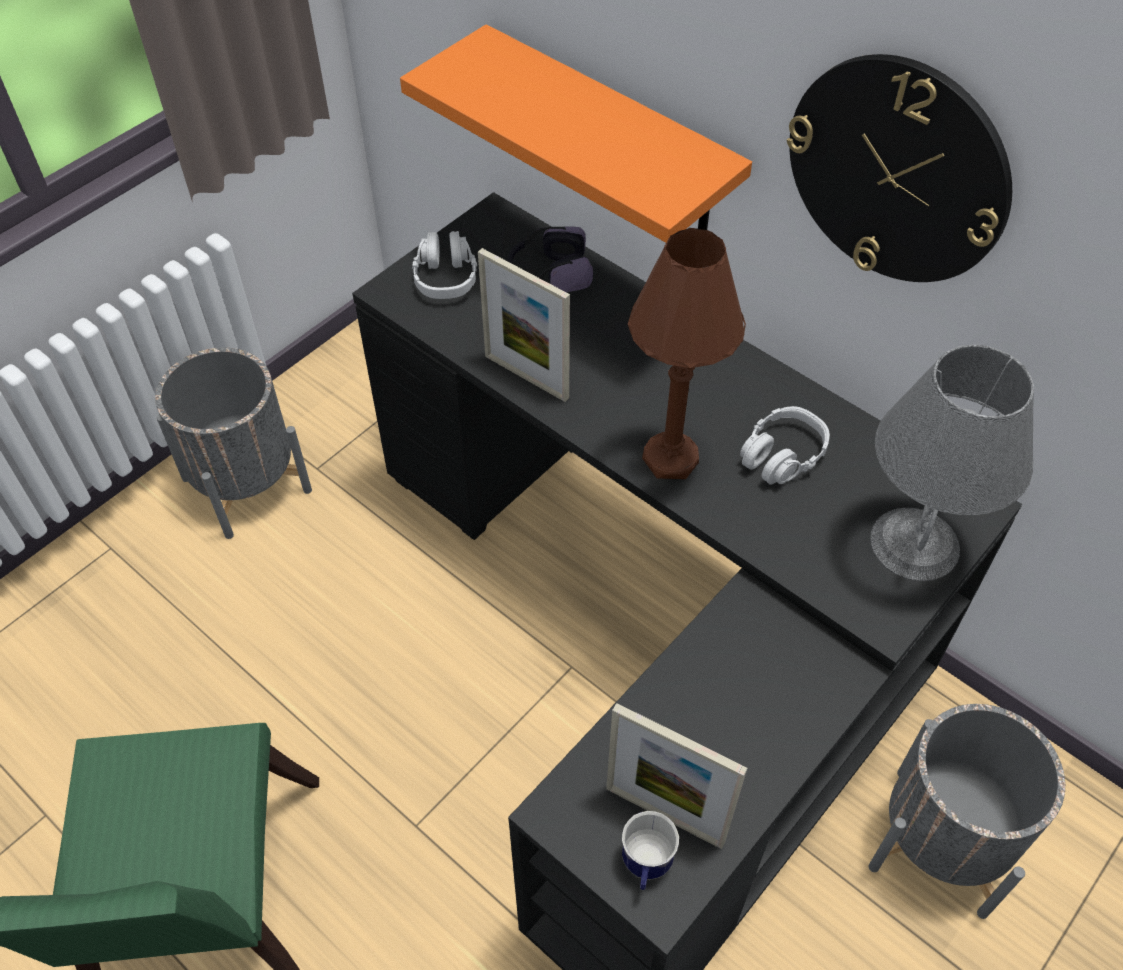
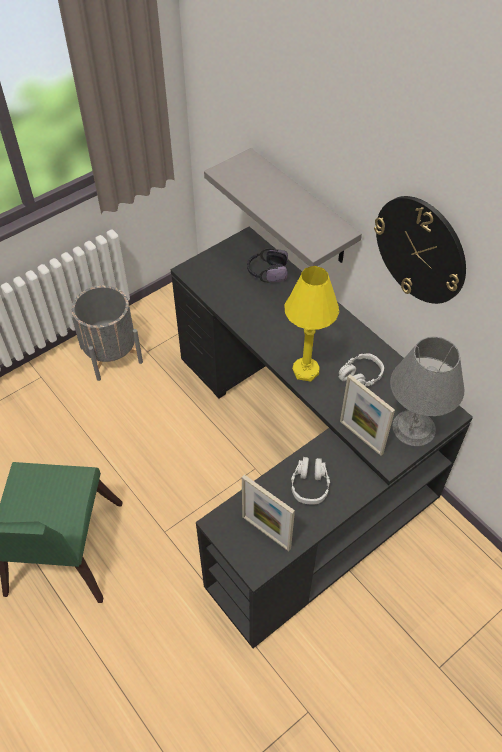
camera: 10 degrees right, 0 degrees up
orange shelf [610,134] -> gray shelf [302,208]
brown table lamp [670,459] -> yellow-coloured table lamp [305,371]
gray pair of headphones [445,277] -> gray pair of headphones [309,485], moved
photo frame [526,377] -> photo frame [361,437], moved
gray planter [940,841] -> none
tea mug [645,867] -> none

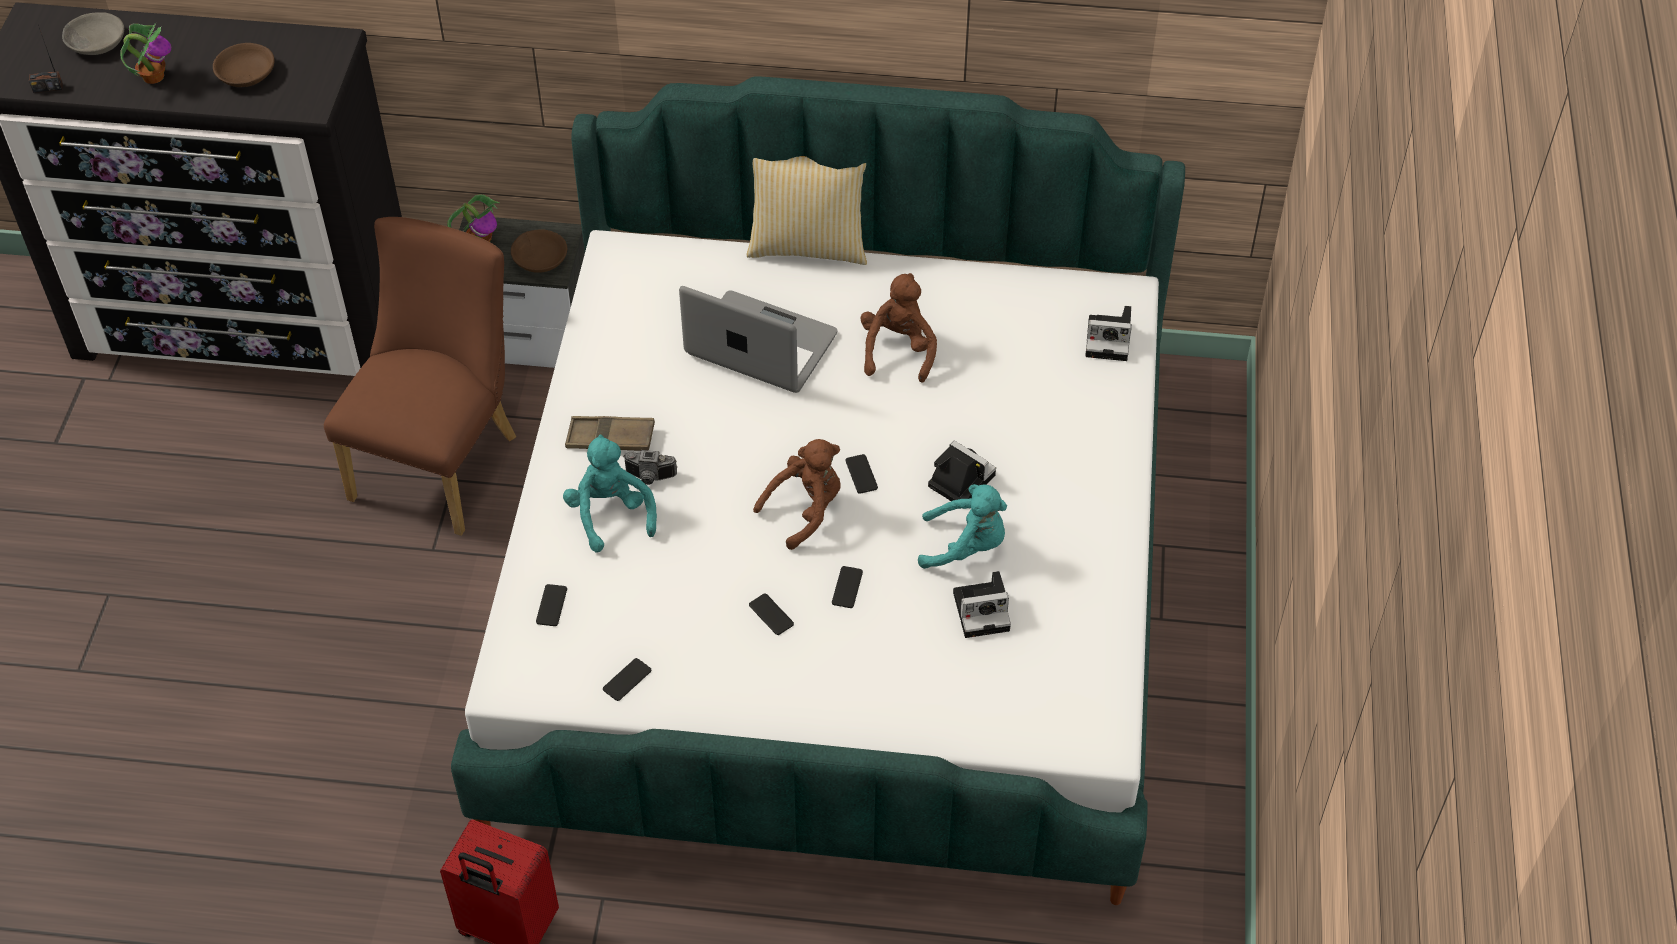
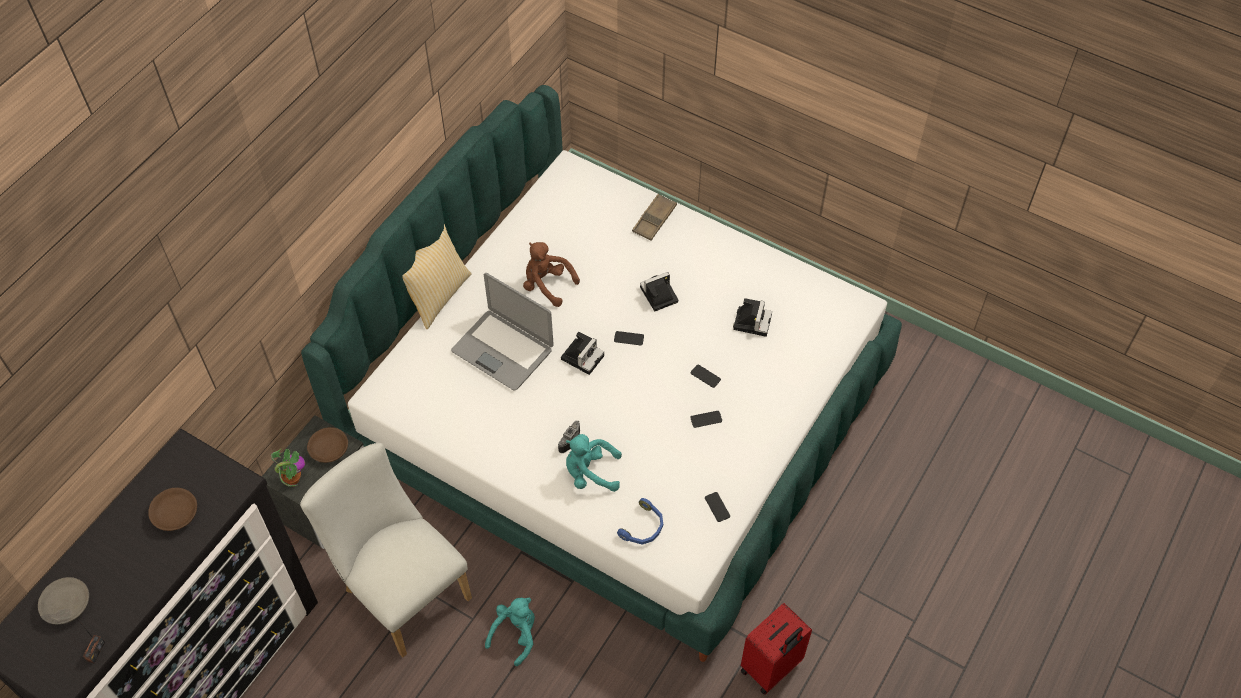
camera: 65 degrees left, 5 degrees up
potted plant [153,76] -> none
brown upright chair [442,459] -> whitish upright chair [401,589]
notebook computer [760,346] -> notebook computer [503,350], 105 degrees counterclockwise
still camera [1110,339] -> still camera [583,356], moved
brown tray [610,438] -> brown tray [654,220], moved
brown cuddly toy [805,510] -> none
turquoise-coloured cuddly toy [966,546] -> turquoise-coloured cuddly toy [516,634], moved
telephone [551,605] -> blue pair of headphones [643,527]

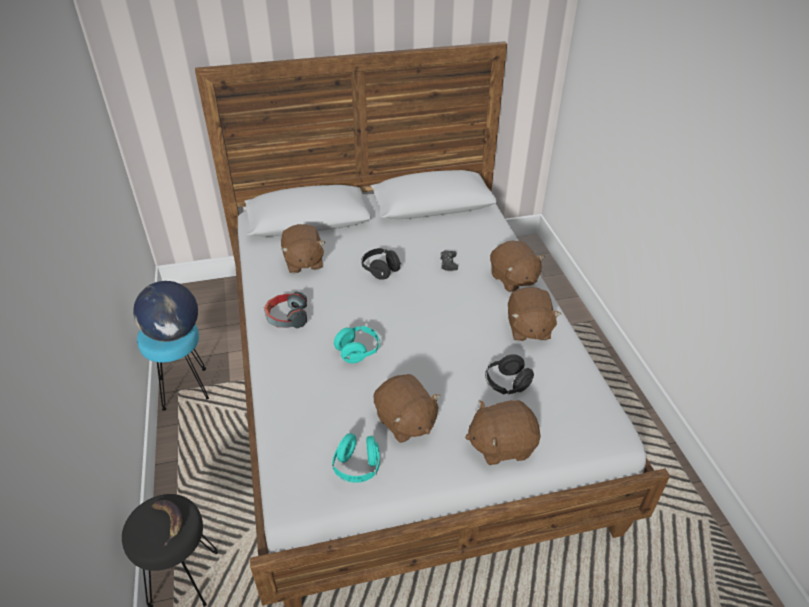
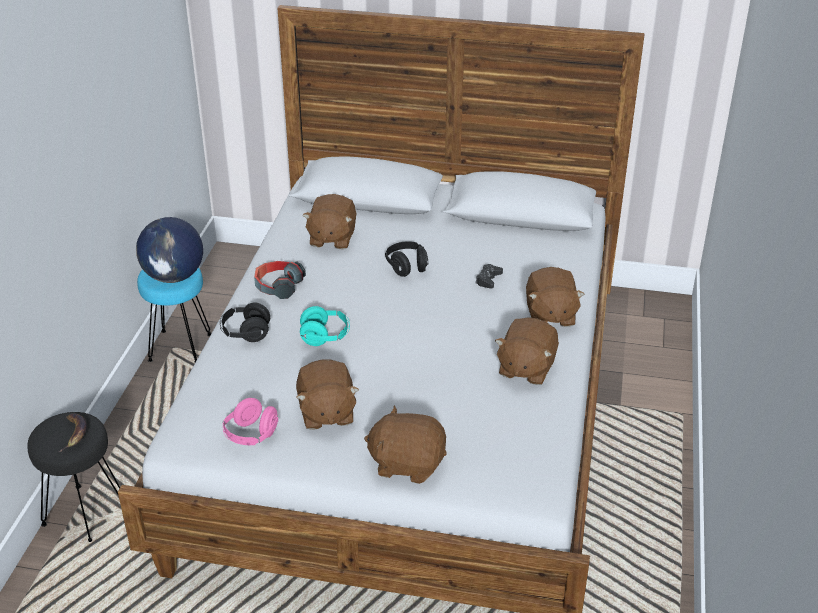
camera: 25 degrees right, 5 degrees down
black pair of headphones [507,384] -> black pair of headphones [246,333], moved
turquoise-coloured pair of headphones [357,467] -> pink-coloured pair of headphones [251,435]

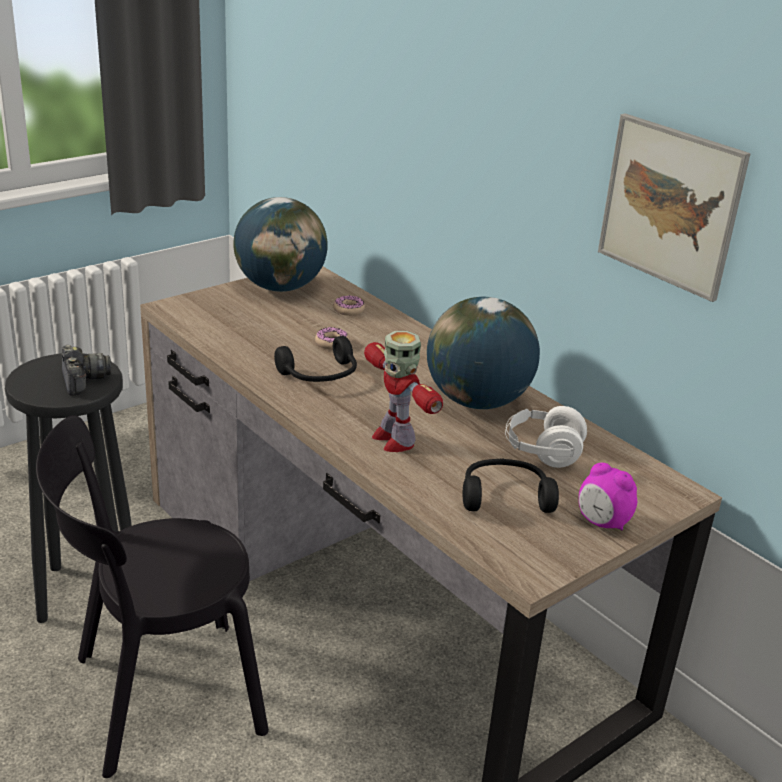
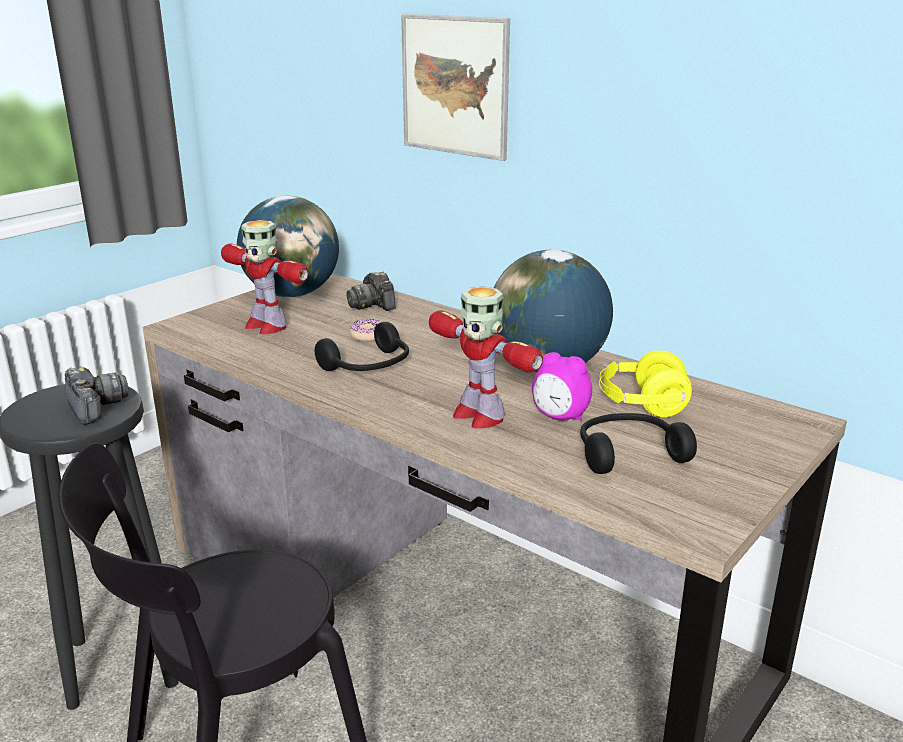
camera: 10 degrees left, 5 degrees down
wall art [670,205] -> wall art [455,86], moved
ring doughnut [348,310] -> still camera [372,305]
whitish pair of headphones [542,452] -> yellow-coloured pair of headphones [641,405]
bedside clock [602,523] -> bedside clock [560,417], moved
none -> toy robot [266,326]

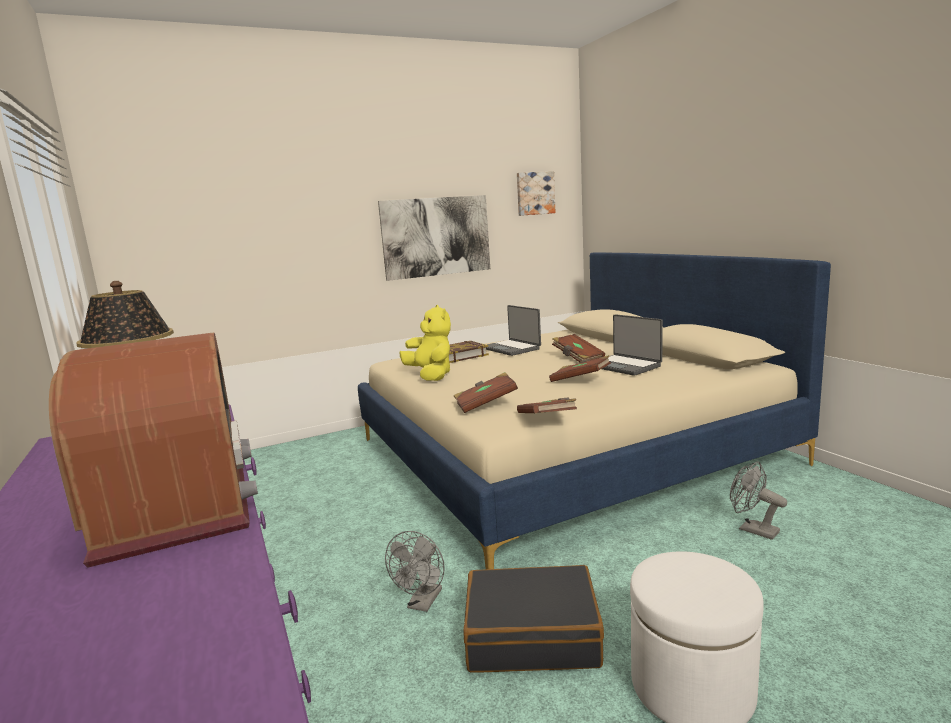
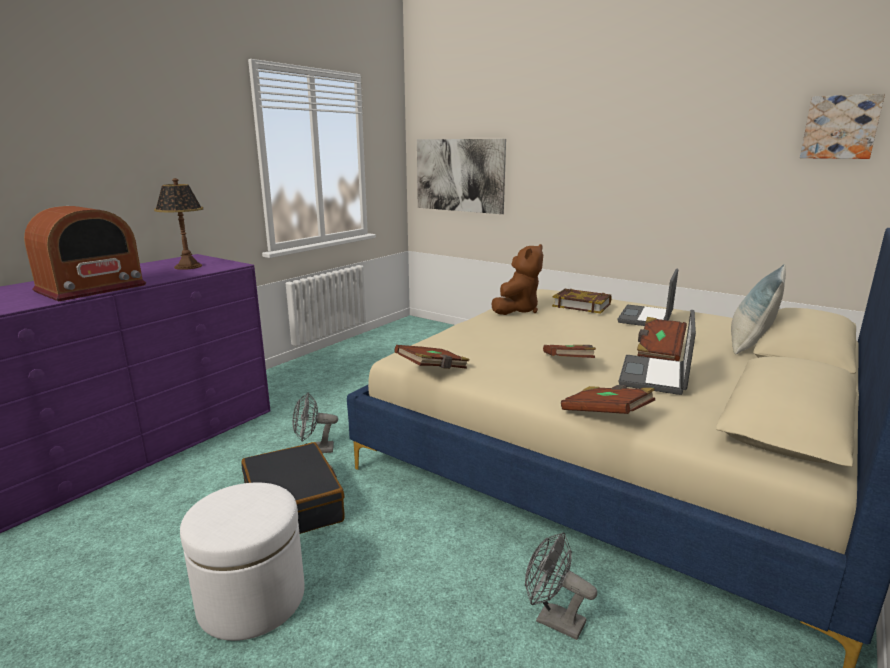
camera: 60 degrees right, 5 degrees up
wall art [436,236] -> wall art [459,175], moved
yellow-coloured cuddly toy [431,375] -> brown cuddly toy [516,310]
brown book [485,404] -> brown book [606,415], moved
gray fan [752,529] -> gray fan [553,620], 75 degrees counterclockwise
none -> cushion [749,345]

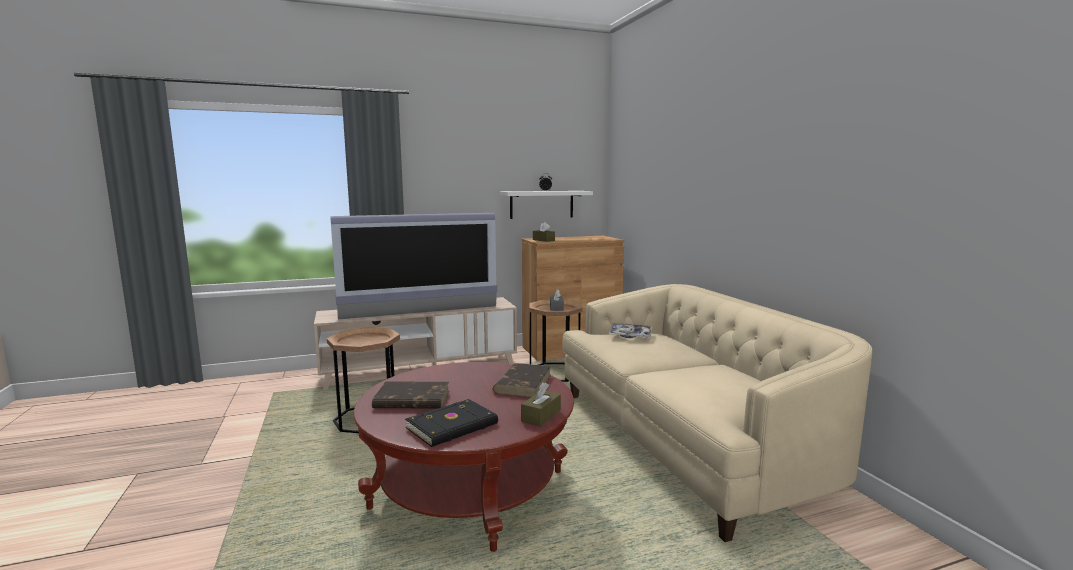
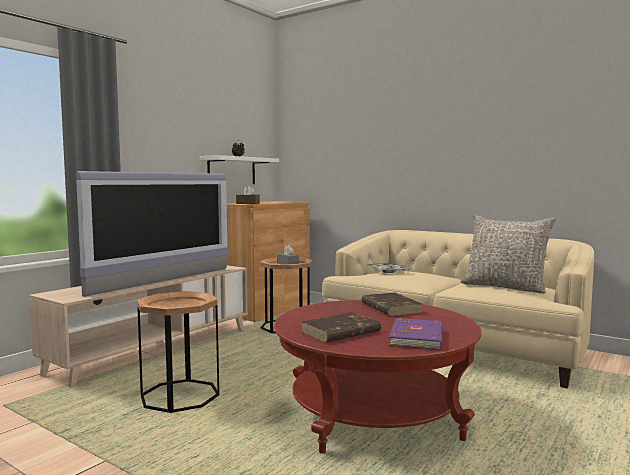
camera: 35 degrees left, 5 degrees down
brown box of tissues [541,416] -> none
black book [453,426] -> purple book [418,337]
none -> gray cushion [505,287]

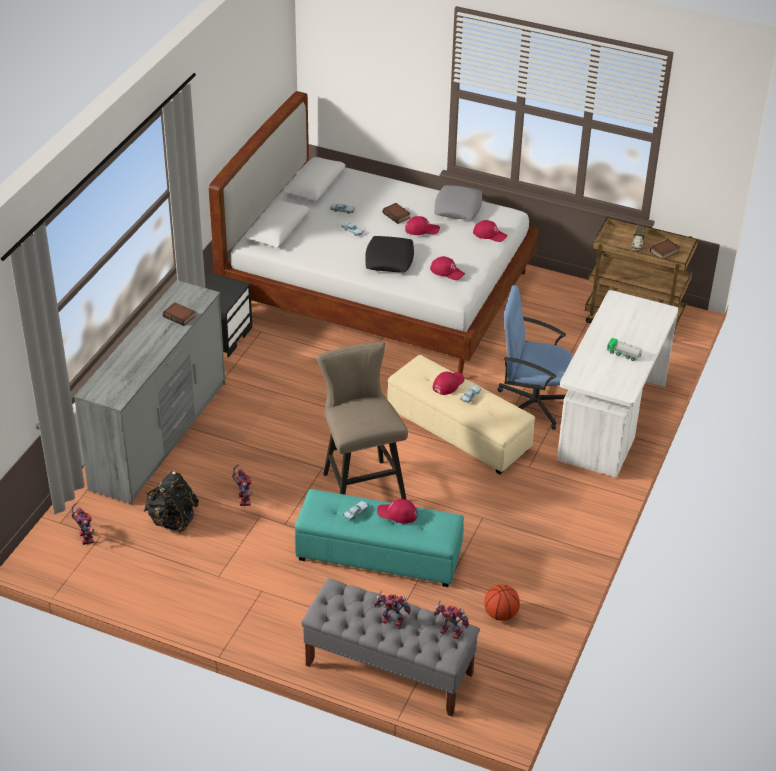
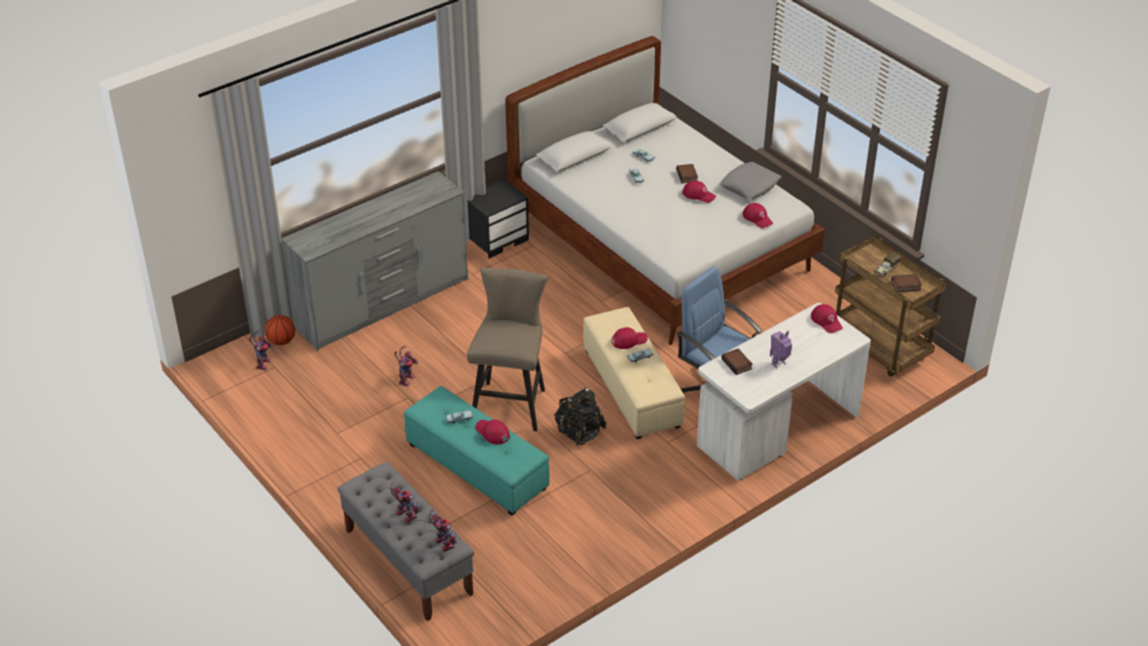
camera: 30 degrees right, 0 degrees up
black cushion [389,259] -> none
reddish cap [447,271] -> reddish cap [826,321], moved
book [180,316] -> book [737,364], moved
toy truck [623,354] -> toy robot [779,364]
black backpack [172,520] -> black backpack [579,433], moved
basketball [501,614] -> basketball [282,341], moved

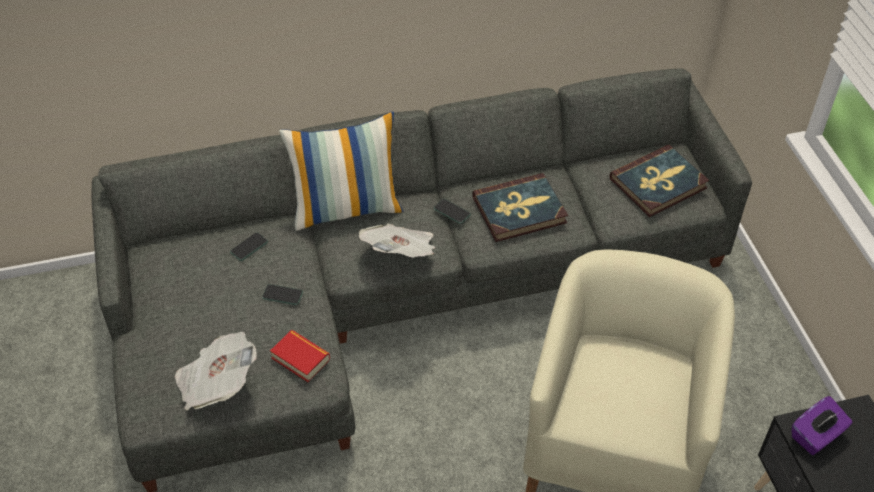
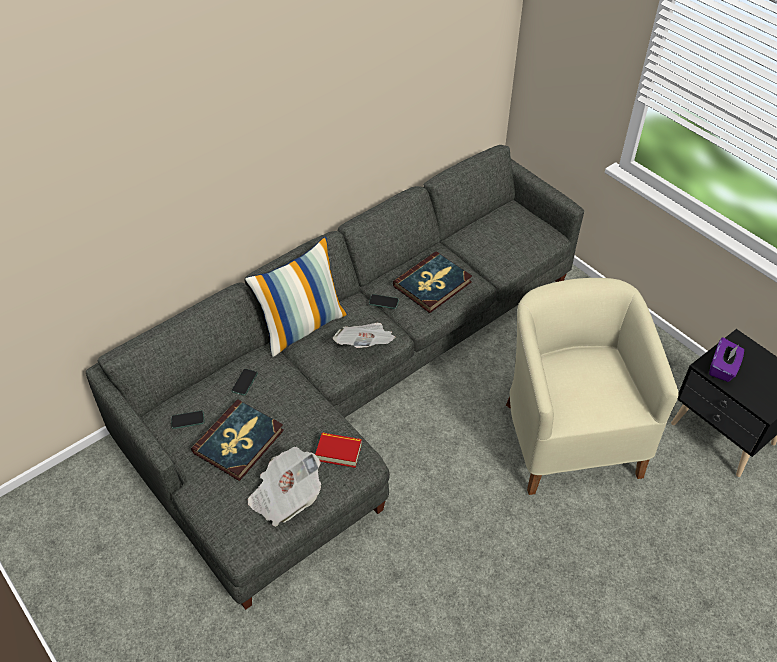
camera: 25 degrees left, 0 degrees up
book [658,184] -> book [239,442], moved
telephone [282,295] -> telephone [187,420], moved

